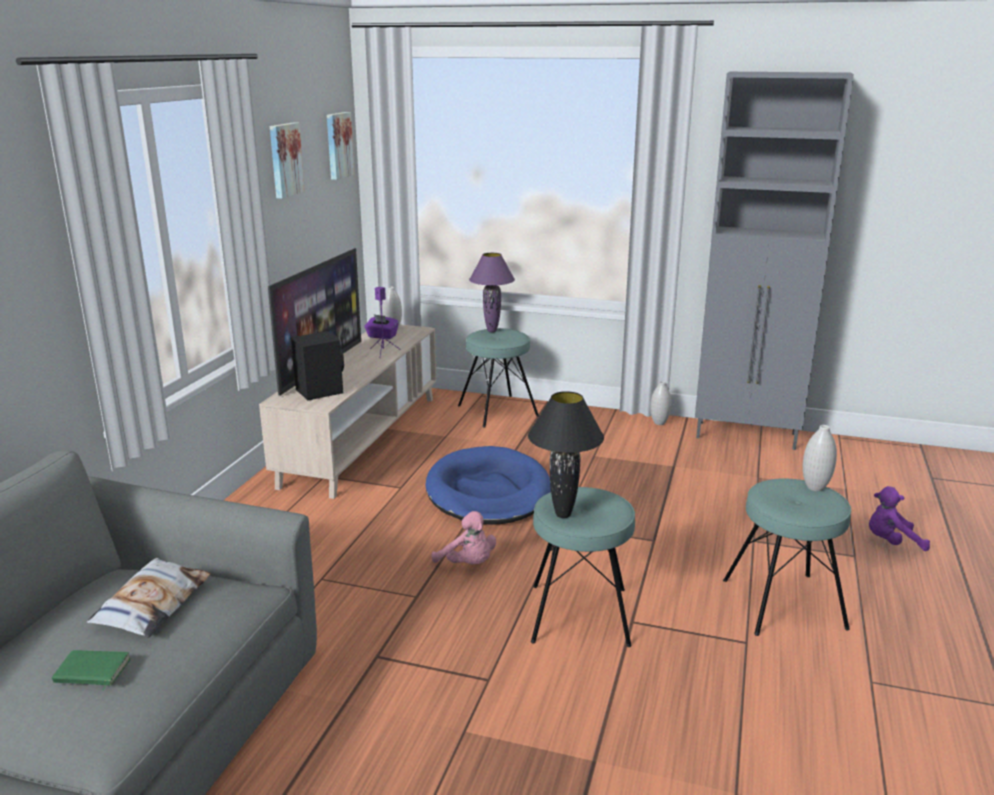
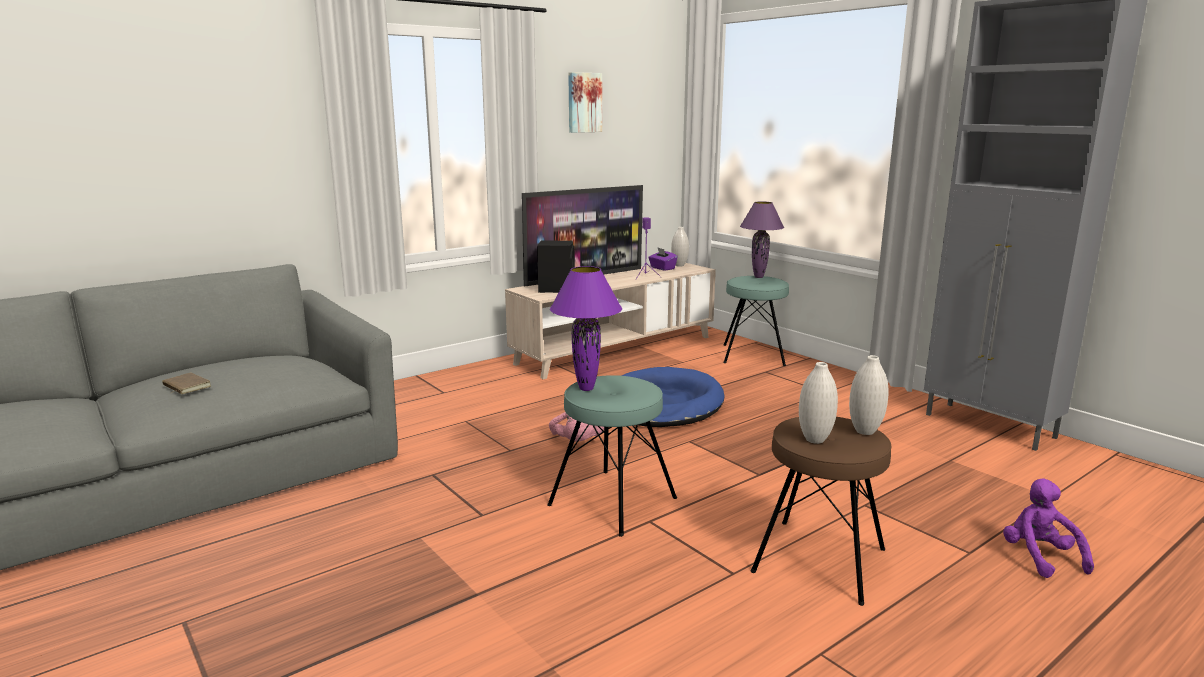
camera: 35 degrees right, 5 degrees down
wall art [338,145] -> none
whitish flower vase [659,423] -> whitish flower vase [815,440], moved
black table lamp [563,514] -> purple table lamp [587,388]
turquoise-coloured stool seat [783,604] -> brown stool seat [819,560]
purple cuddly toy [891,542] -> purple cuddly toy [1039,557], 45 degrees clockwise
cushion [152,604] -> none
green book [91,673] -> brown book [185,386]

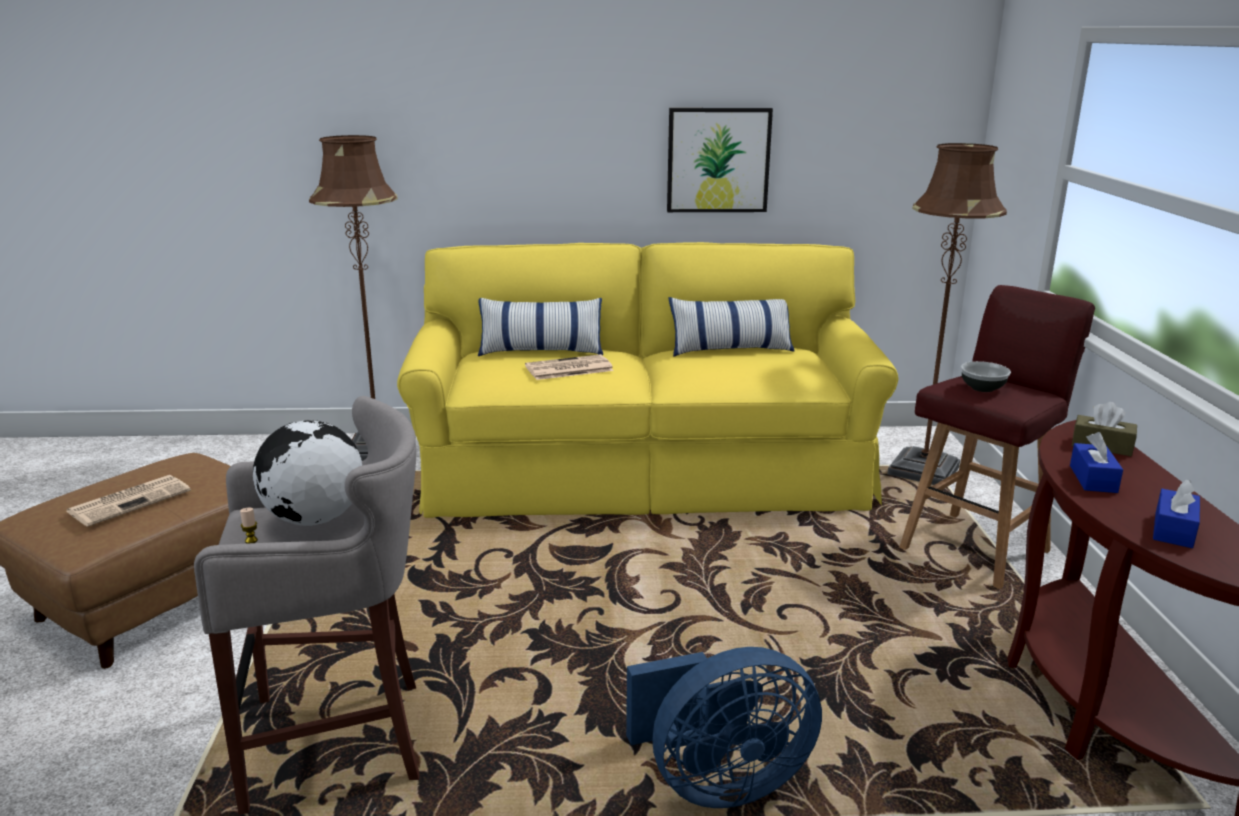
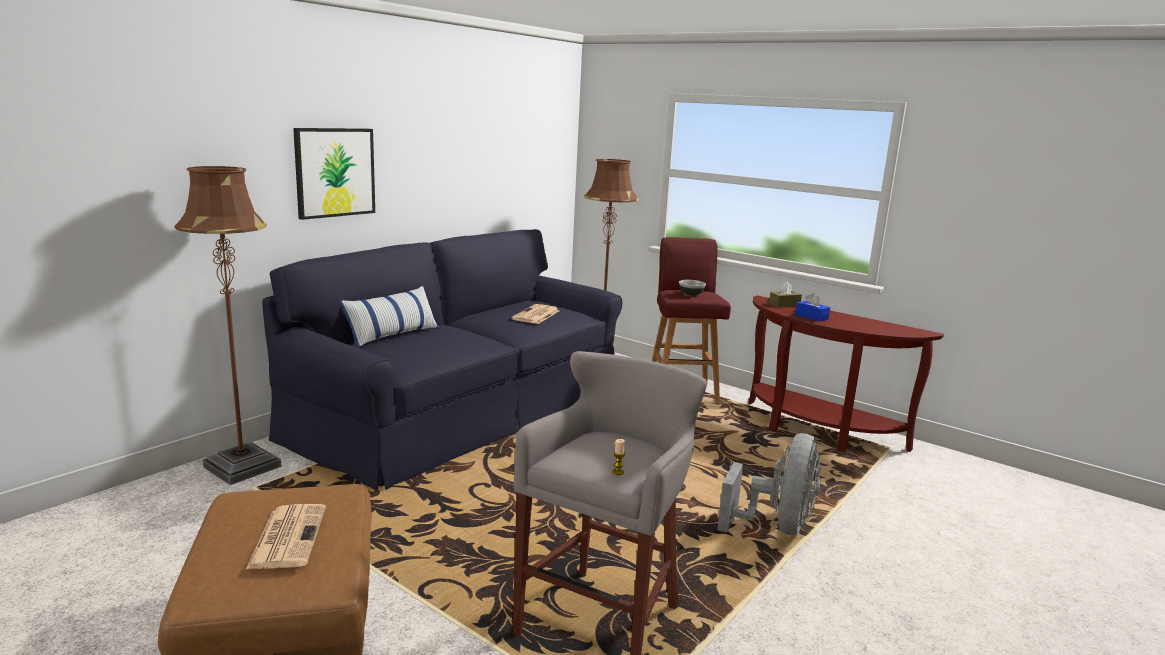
camera: 50 degrees left, 5 degrees down
wall art [718,160] -> wall art [335,172], moved
yellow-coloured sofa [642,470] -> black sofa [465,411]
cushion [730,350] -> none
daily paper [568,369] -> daily paper [536,315], moved
desk globe [314,520] -> none
blue box of tissues [1173,530] -> none
blue fan [718,783] -> gray fan [776,526]

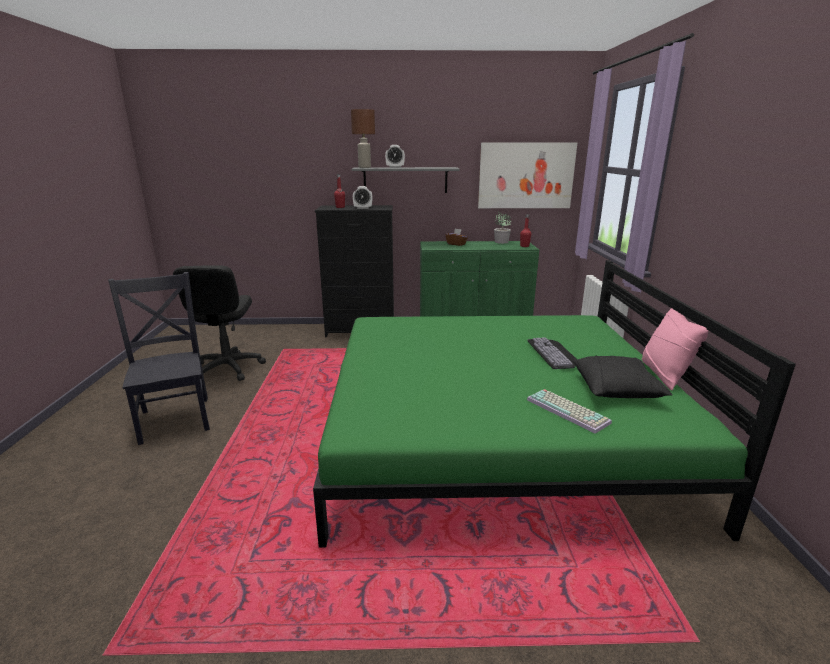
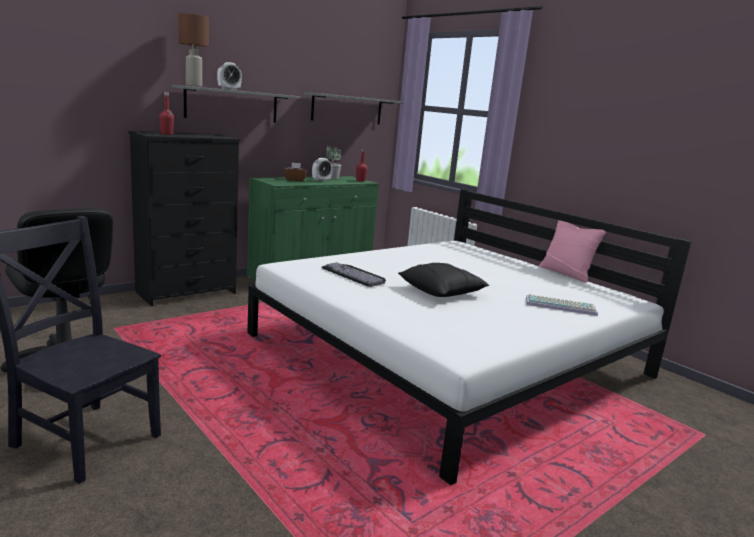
camera: 40 degrees left, 5 degrees down
wall art [526,175] -> gray shelf [347,109]
bedside clock [363,208] -> bedside clock [321,180], moved
green sleeping bed [496,433] -> whitish sleeping bed [450,355]
computer keyboard [554,353] -> computer keyboard [356,275], moved
black cushion [616,389] -> black cushion [441,291], moved

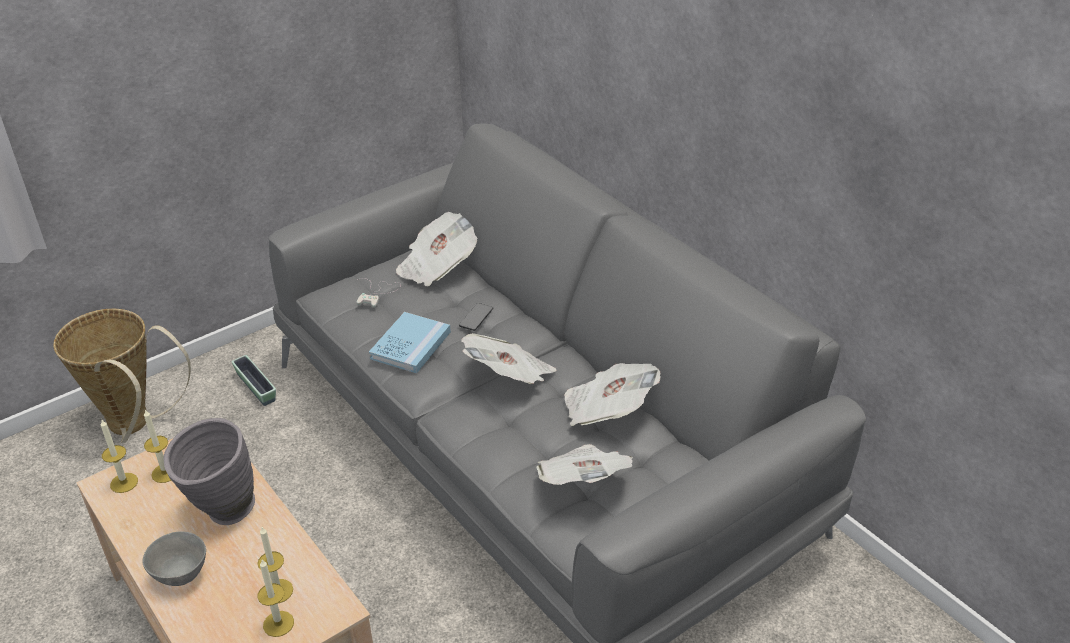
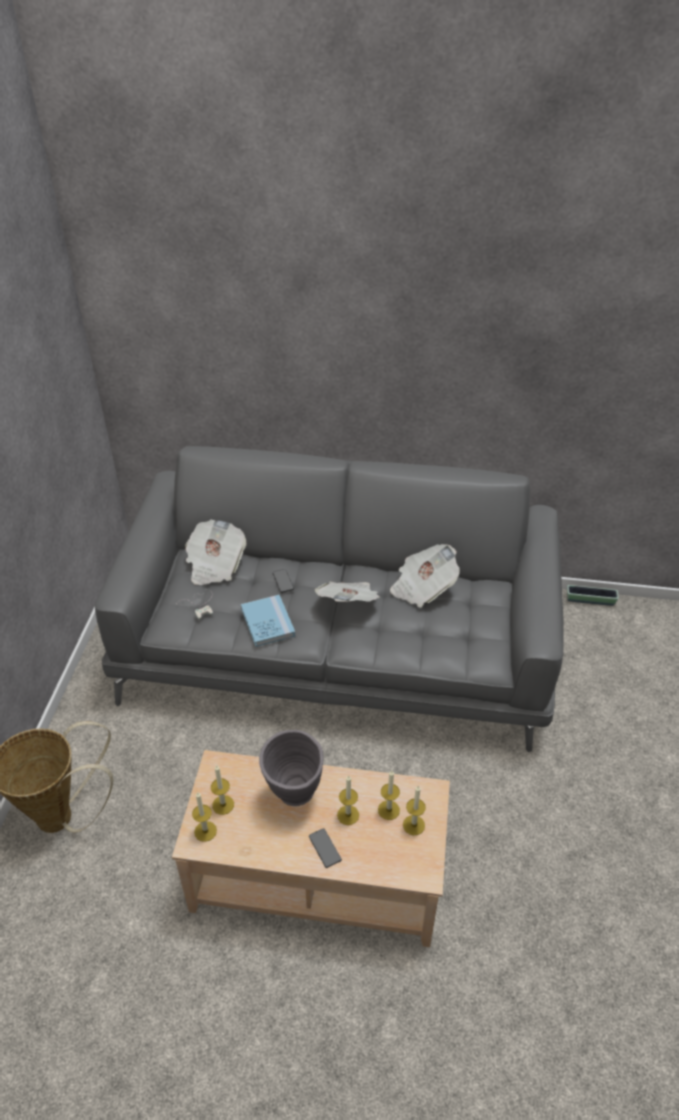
camera: 45 degrees left, 5 degrees up
planter [256,387] -> planter [590,600], moved
daily paper [583,483] -> none
gray deep dish [182,576] -> telephone [325,848]
none -> wax candle [348,815]

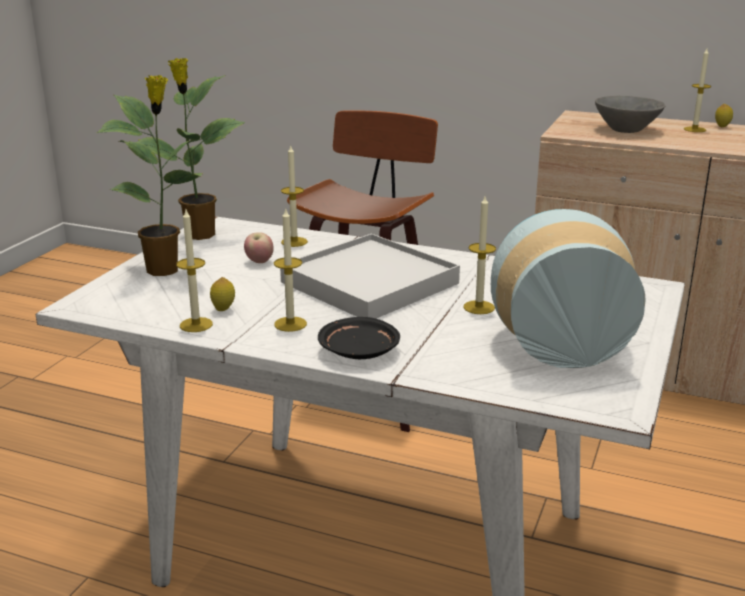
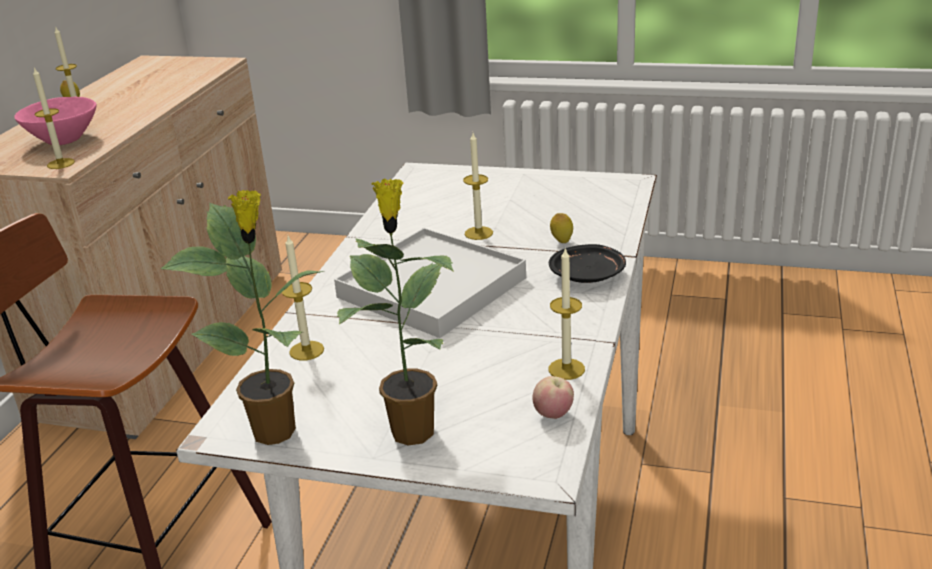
camera: 95 degrees left, 5 degrees up
gray deep dish [627,130] -> pink-coloured deep dish [65,139]
wax candle [290,324] -> wax candle [61,163], moved
flower vase [556,344] -> none
apple [259,262] -> apple [553,415], moved
citrus fruit [223,310] -> citrus fruit [561,242], moved

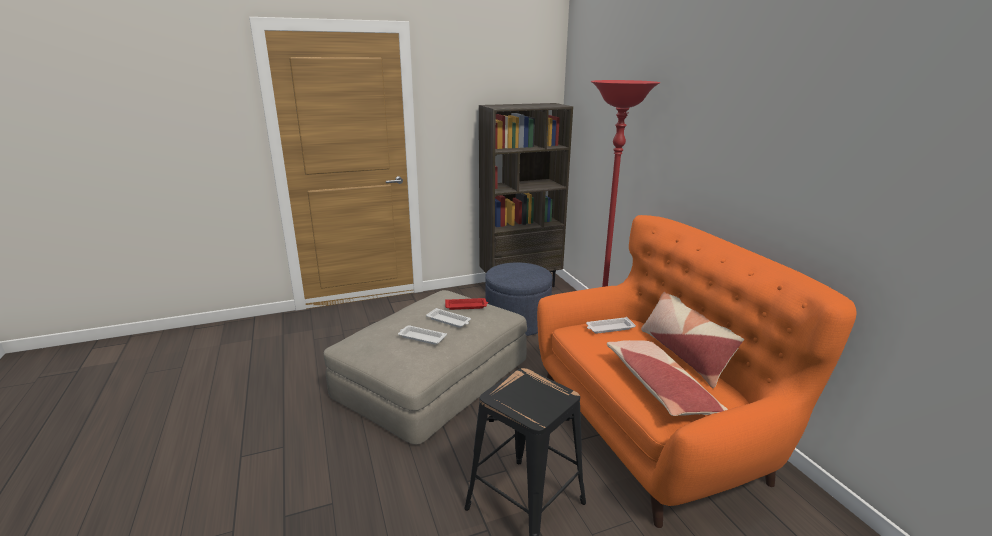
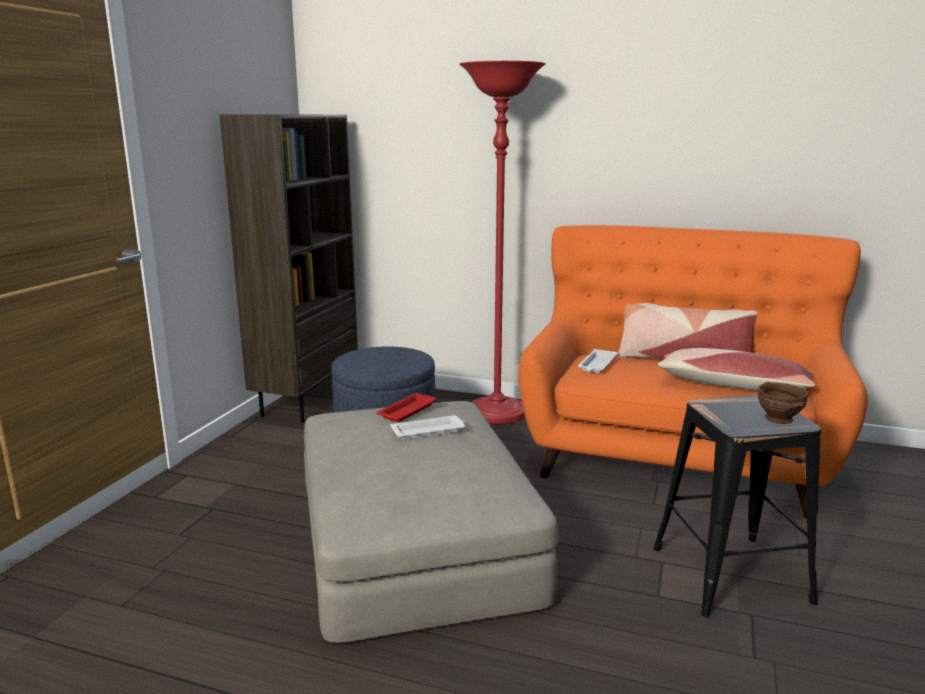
camera: 50 degrees left, 5 degrees down
whitish tray [421,337] -> none
none -> brown deep dish [779,418]

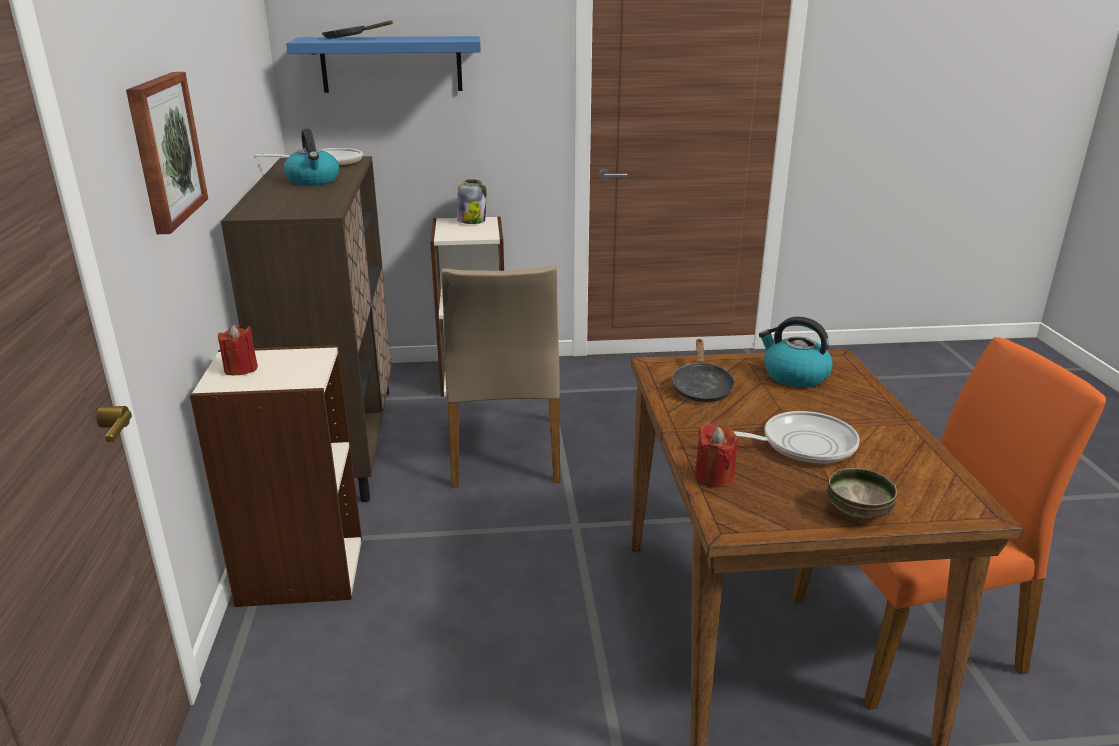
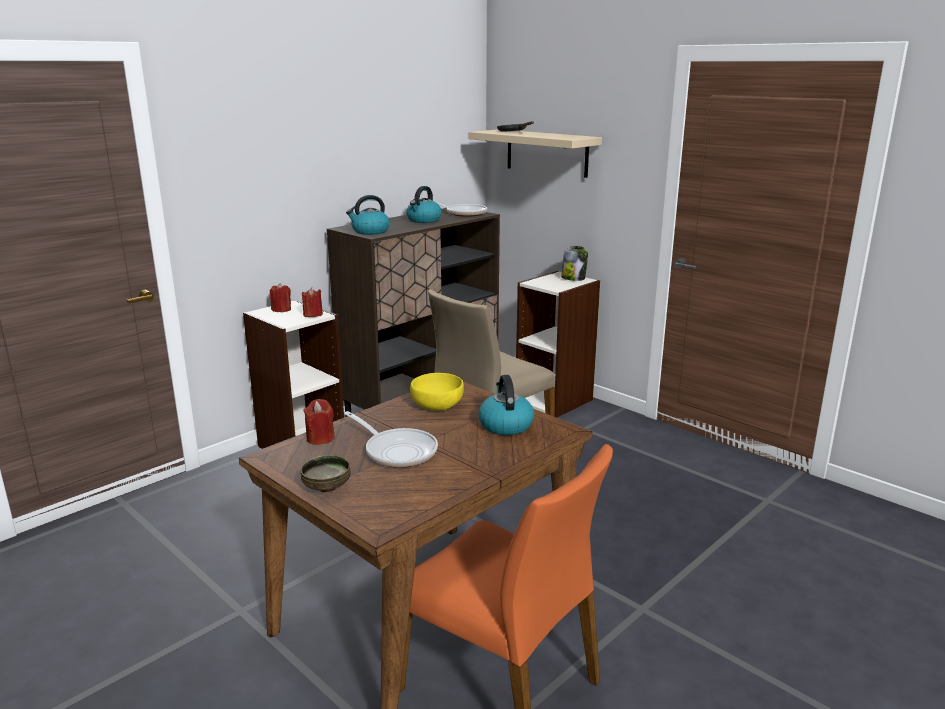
camera: 50 degrees right, 5 degrees down
blue shelf [391,64] -> sand-coloured shelf [546,153]
wall art [164,150] -> none
black skillet [701,388] -> yellow-coloured deep dish [437,404]
none -> water kettle [370,231]
none -> reddish wax candle [313,314]

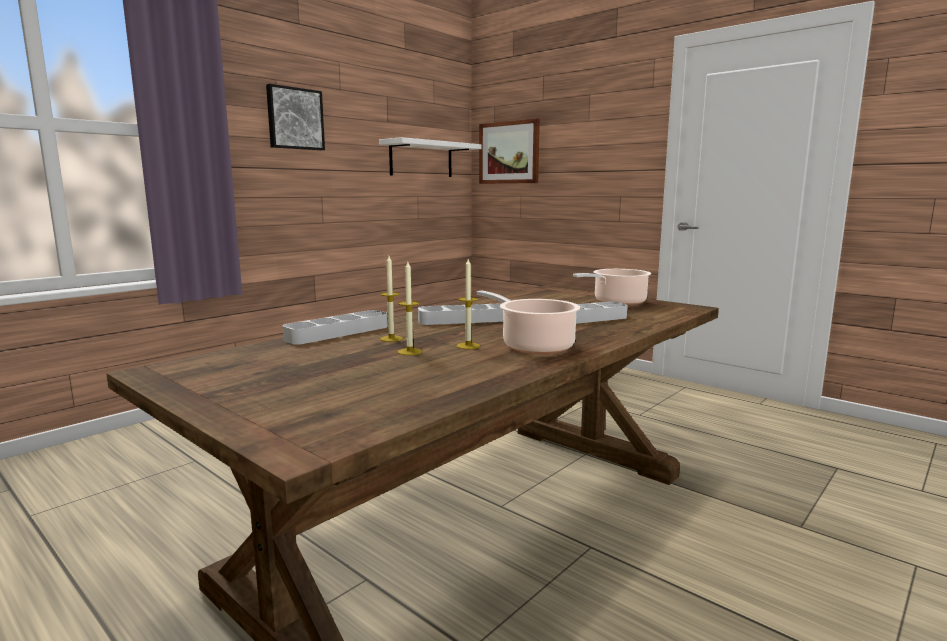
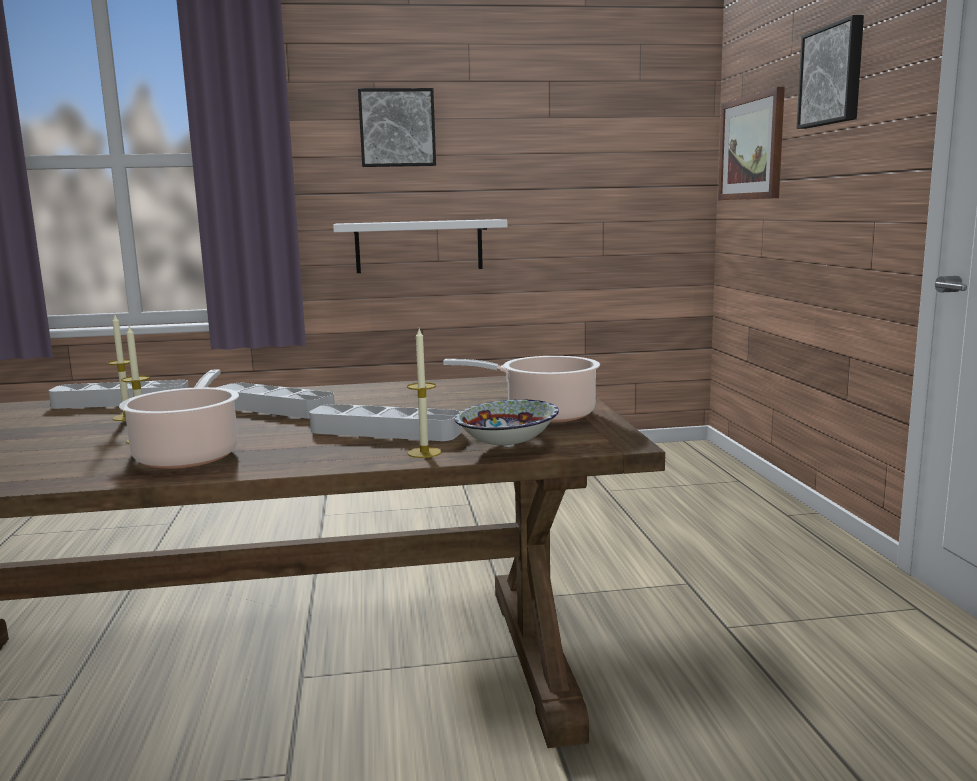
camera: 40 degrees right, 0 degrees up
whitish shelf [421,159] -> whitish shelf [419,246], moved
wax candle [410,351] -> wax candle [424,453], moved
none -> wall art [833,75]
none -> deep dish [509,446]

